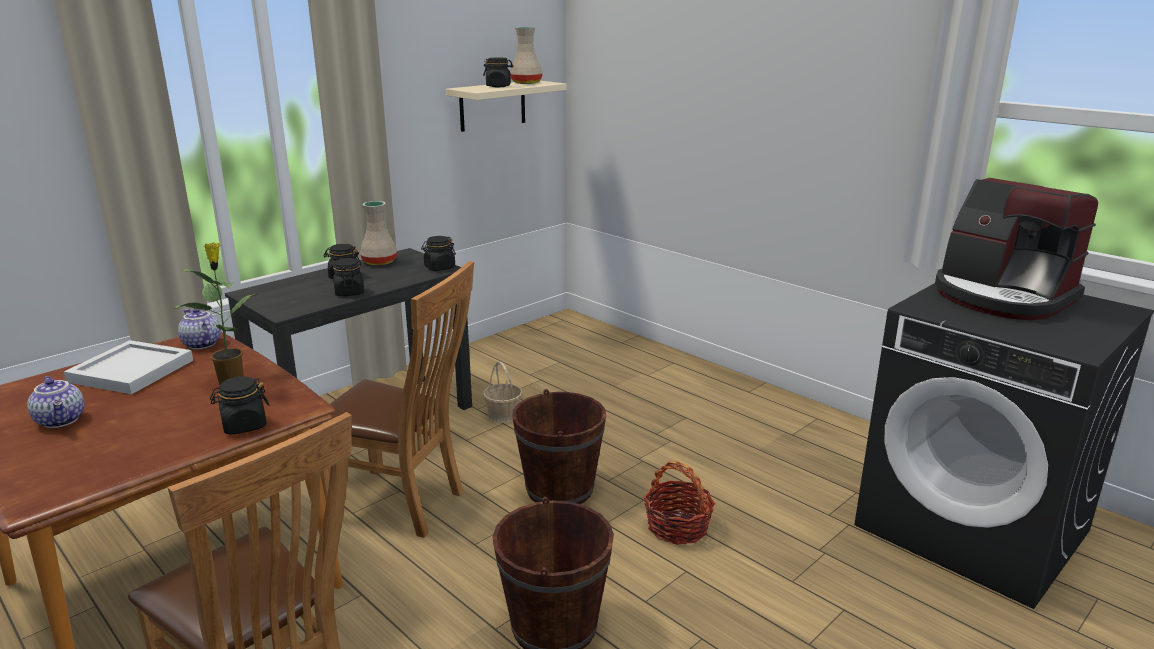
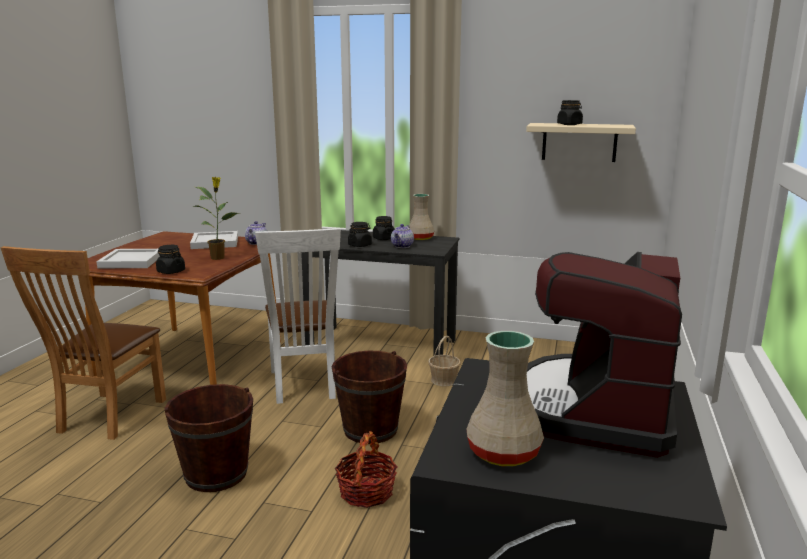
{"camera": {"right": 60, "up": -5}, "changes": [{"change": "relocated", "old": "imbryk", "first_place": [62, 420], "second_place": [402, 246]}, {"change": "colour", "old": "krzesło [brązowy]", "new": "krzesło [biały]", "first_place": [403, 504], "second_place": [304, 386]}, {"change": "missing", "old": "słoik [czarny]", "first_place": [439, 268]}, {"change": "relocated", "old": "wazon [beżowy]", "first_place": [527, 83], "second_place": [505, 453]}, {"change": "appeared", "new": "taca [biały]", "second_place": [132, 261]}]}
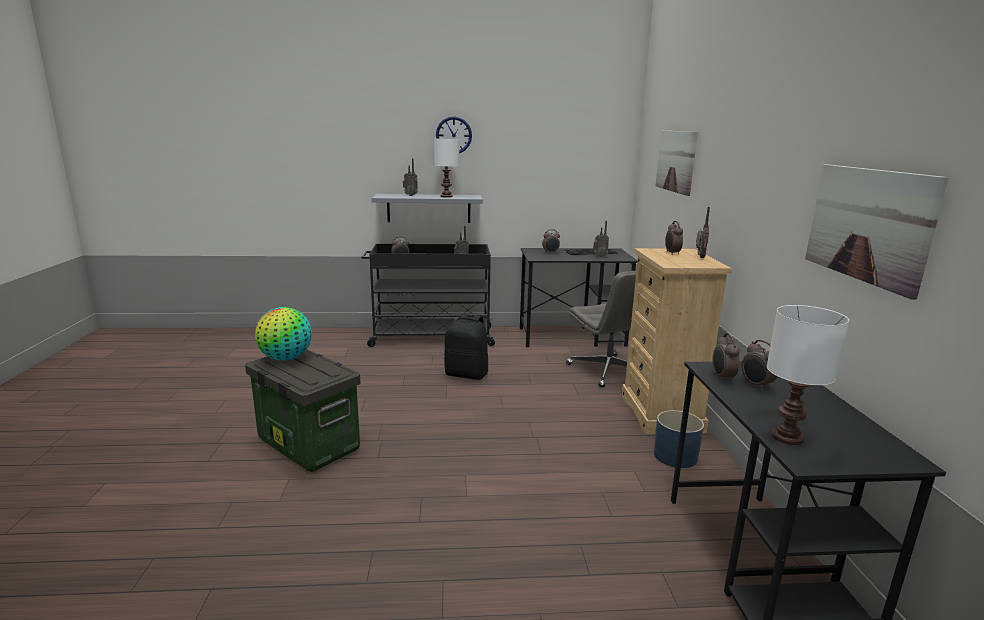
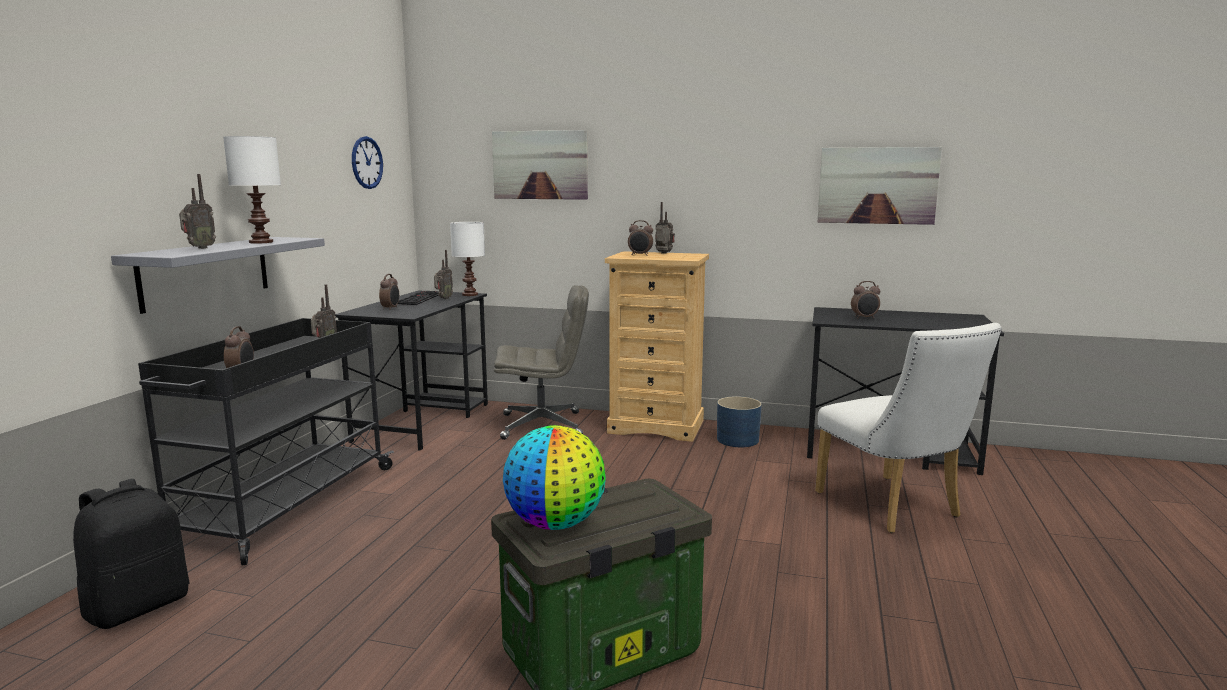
{"camera": {"right": -70, "up": -5}, "changes": [{"change": "relocated", "old": "zegar ścienny", "first_place": [453, 135], "second_place": [367, 162]}, {"change": "relocated", "old": "plecak [czarny]", "first_place": [467, 374], "second_place": [139, 606]}, {"change": "missing", "old": "budzik", "first_place": [722, 378]}, {"change": "relocated", "old": "lampa stołowa [biały]", "first_place": [788, 437], "second_place": [470, 294]}, {"change": "appeared", "new": "krzesło [biały]", "second_place": [894, 508]}]}
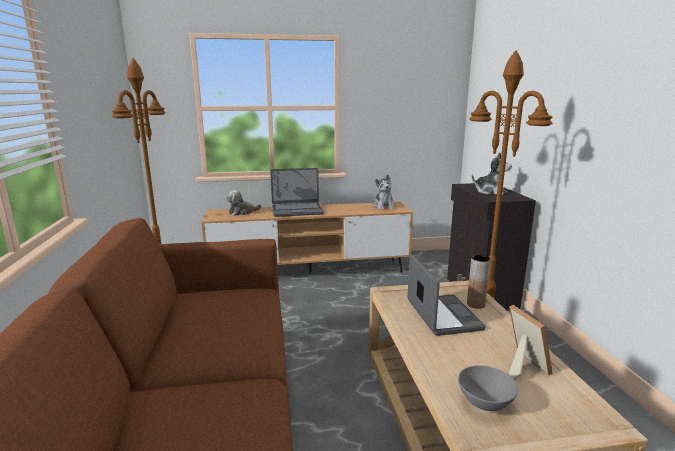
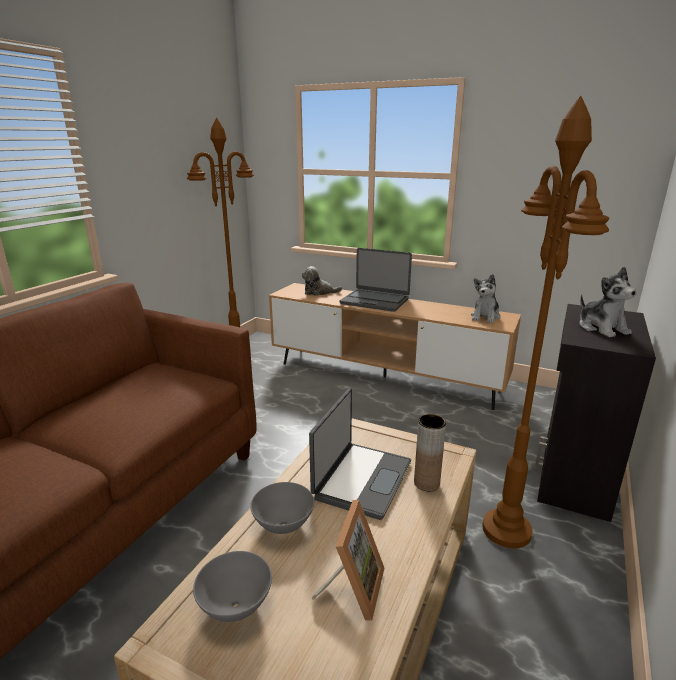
{"camera": {"right": 35, "up": 5}, "changes": [{"change": "appeared", "new": "miska [szary]", "second_place": [283, 525]}]}
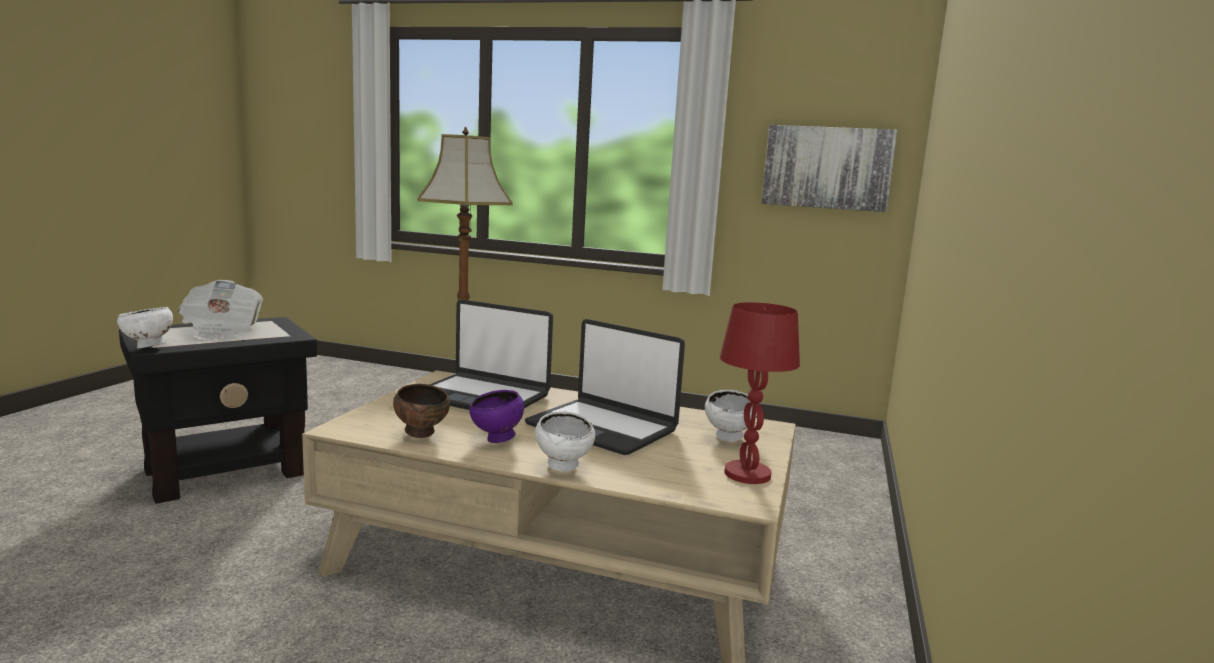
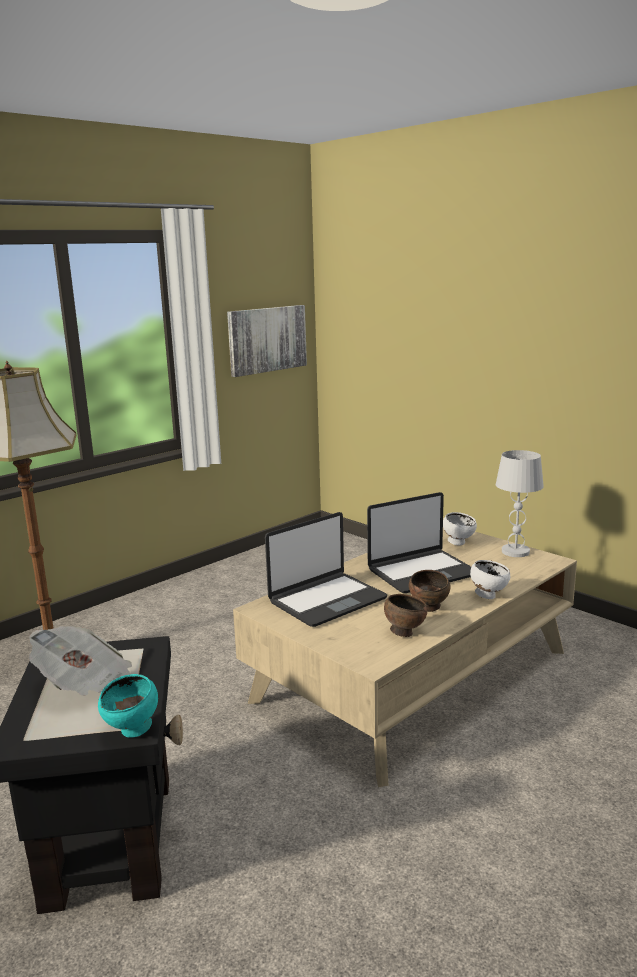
{"camera": {"right": -60, "up": 5}, "changes": [{"change": "colour", "old": "miska [biały]", "new": "miska [turkusowy]", "first_place": [147, 348], "second_place": [133, 731]}, {"change": "colour", "old": "miska [fioletowy]", "new": "miska [brązowy]", "first_place": [496, 440], "second_place": [429, 608]}, {"change": "colour", "old": "lampa stołowa [czerwony]", "new": "lampa stołowa [biały]", "first_place": [746, 474], "second_place": [515, 552]}]}
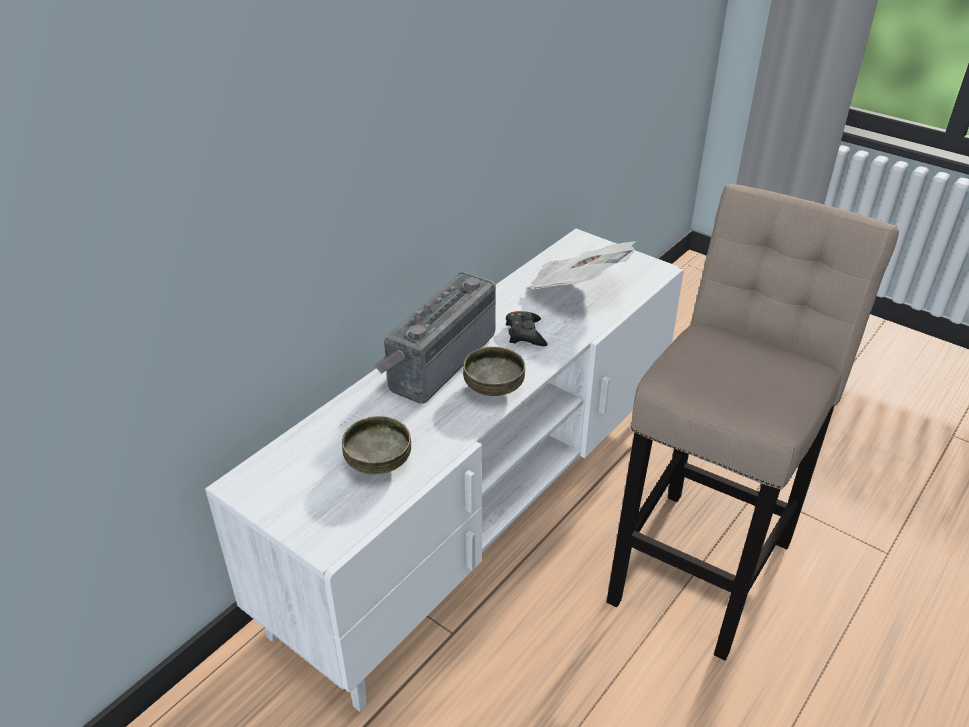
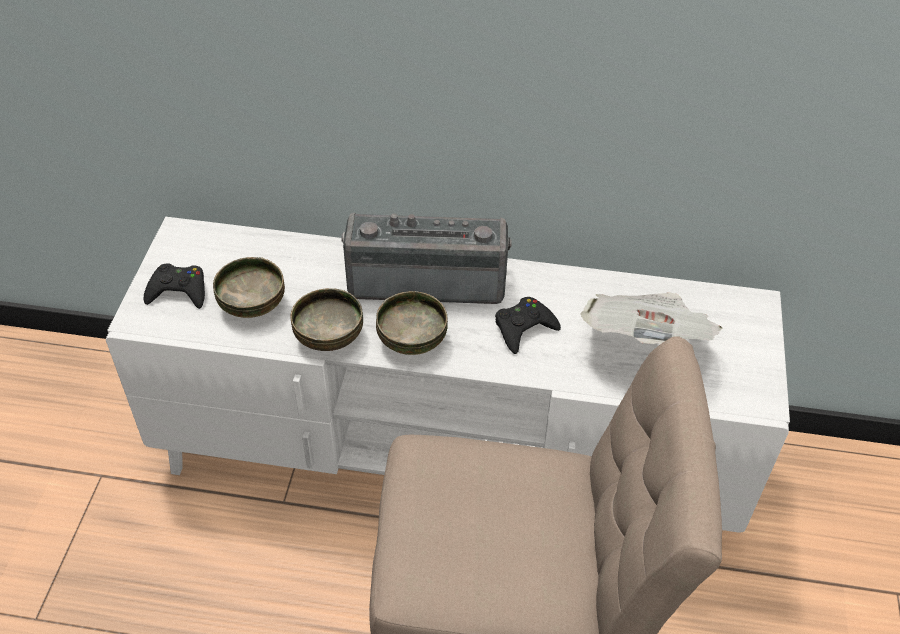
{"camera": {"right": 60, "up": 10}, "changes": [{"change": "appeared", "new": "pad do gier [czarny]", "second_place": [178, 291]}, {"change": "appeared", "new": "miska", "second_place": [329, 337]}]}
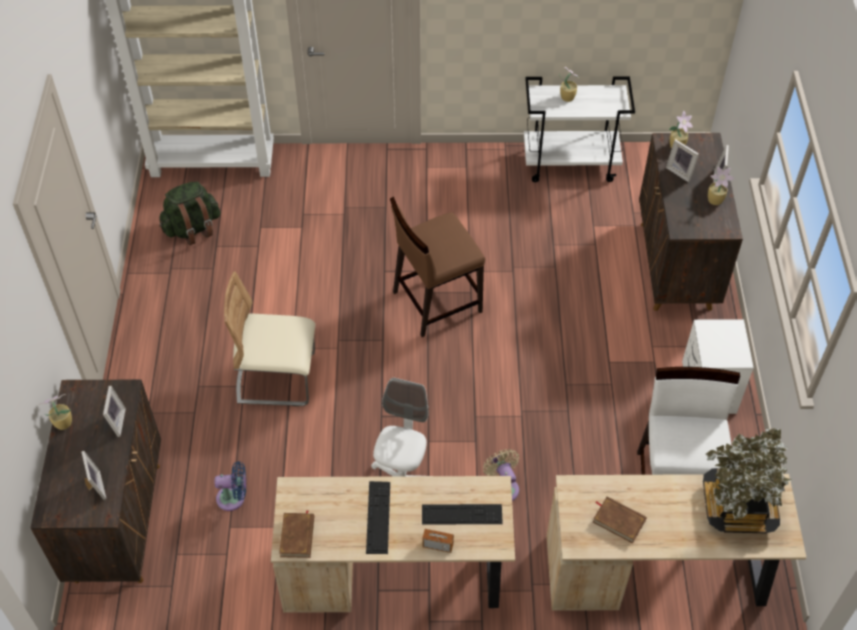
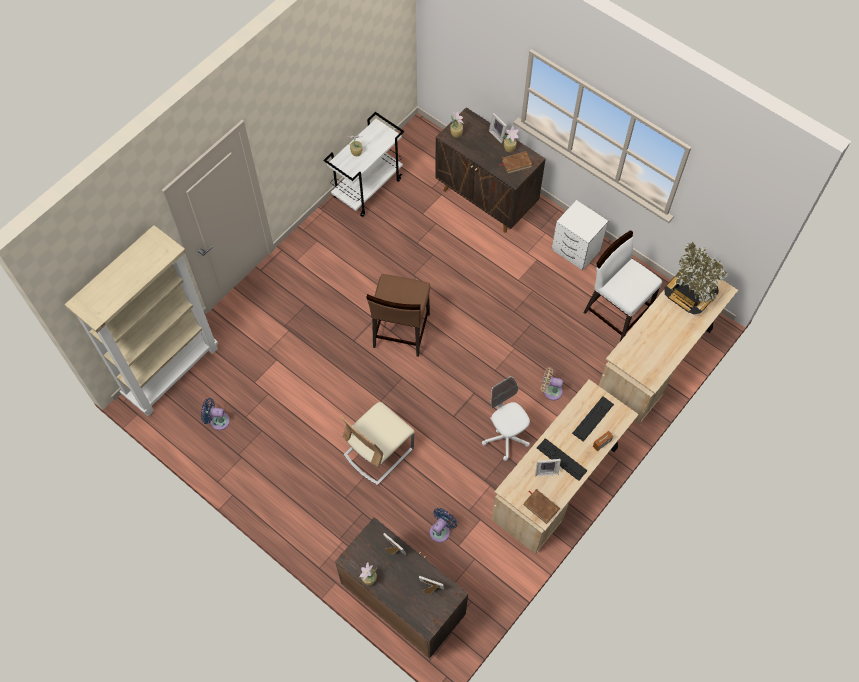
{"camera": {"right": -50, "up": 10}, "changes": [{"change": "exchanged", "old": "plecak [zielony]", "new": "wentylator [niebieski]", "first_place": [192, 229], "second_place": [218, 420]}, {"change": "relocated", "old": "książka [brązowy]", "first_place": [619, 520], "second_place": [516, 163]}, {"change": "relocated", "old": "ramka na zdjęcie", "first_place": [680, 171], "second_place": [546, 470]}]}
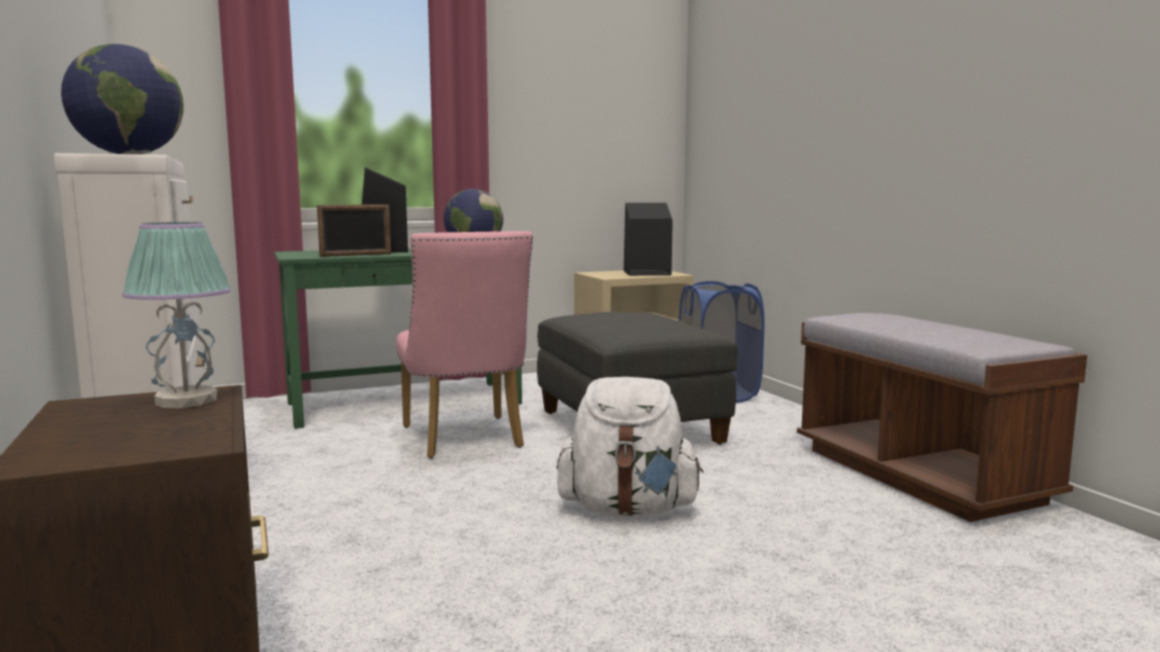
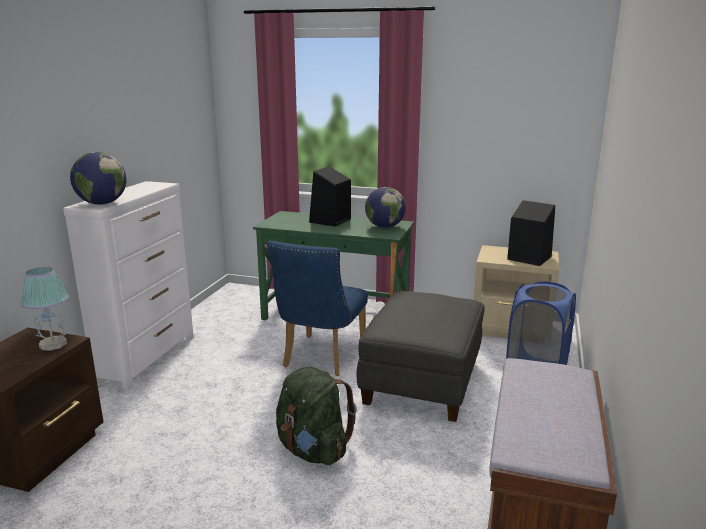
{"camera": {"right": 40, "up": 10}, "changes": [{"change": "missing", "old": "ramka na zdjęcie", "first_place": [356, 255]}, {"change": "colour", "old": "krzesło [różowy]", "new": "krzesło [niebieski]", "first_place": [465, 440], "second_place": [320, 358]}, {"change": "colour", "old": "plecak [biały]", "new": "plecak [zielony]", "first_place": [628, 509], "second_place": [313, 450]}]}
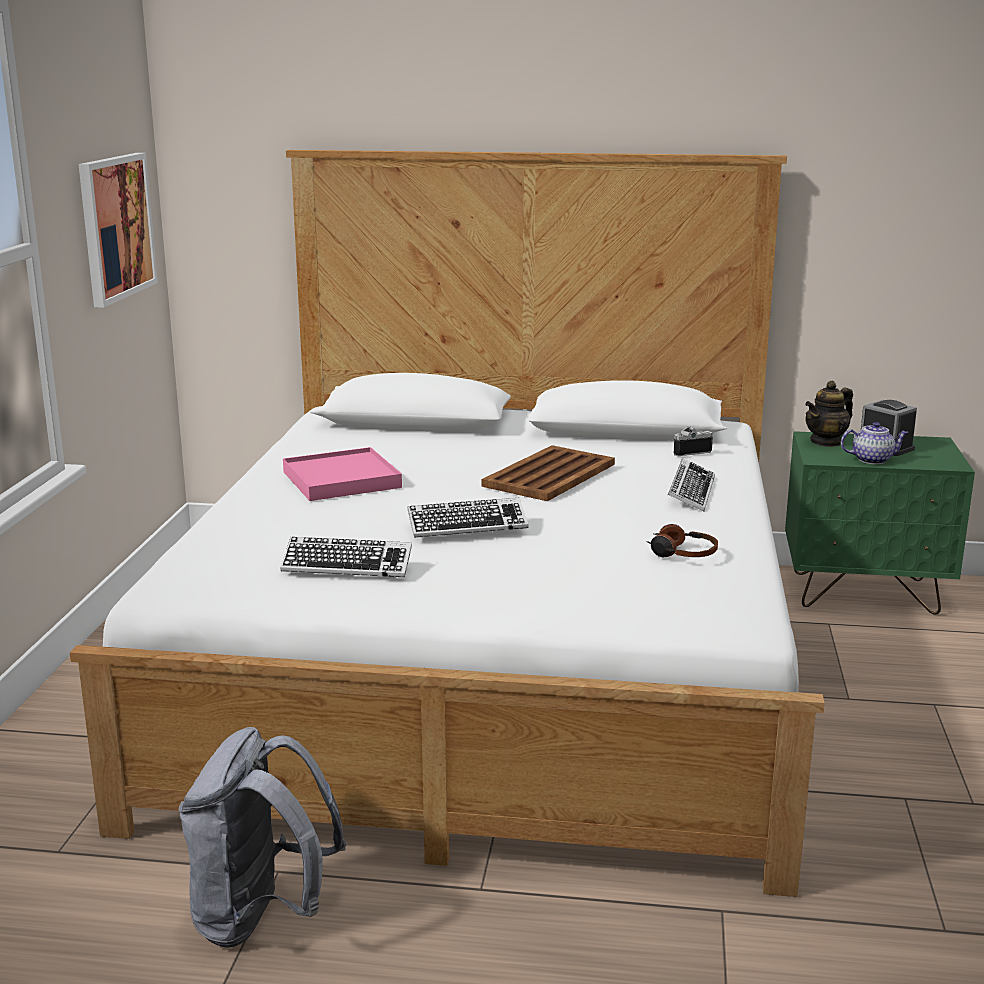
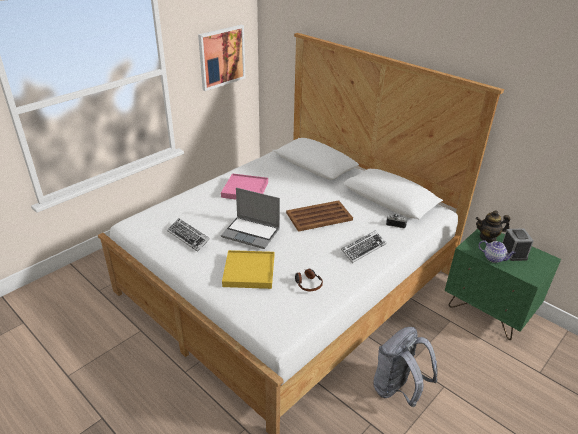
{"camera": {"right": 35, "up": 15}, "changes": [{"change": "relocated", "old": "plecak [szary]", "first_place": [261, 918], "second_place": [398, 390]}, {"change": "exchanged", "old": "klawiatura", "new": "laptop", "first_place": [467, 525], "second_place": [252, 233]}, {"change": "appeared", "new": "taca [żółty]", "second_place": [249, 271]}]}
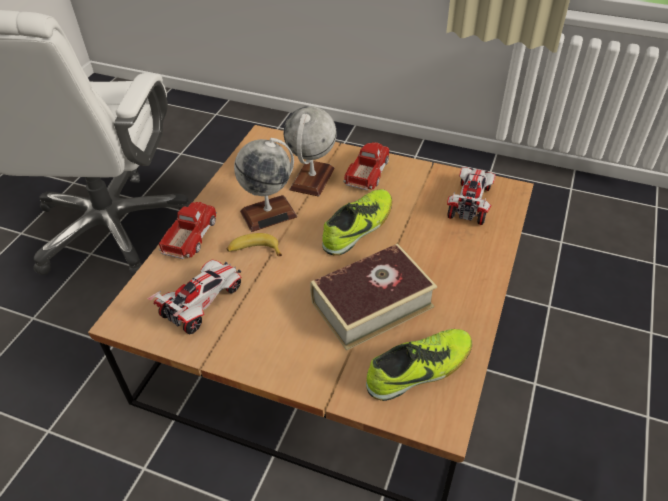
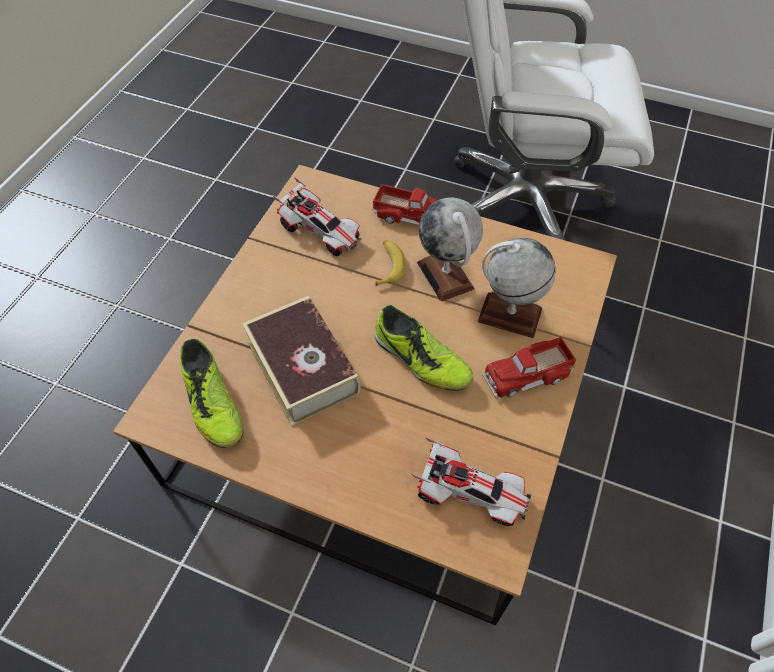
{"camera": {"right": 90, "up": 10}, "changes": [{"change": "spun", "old": "ciężarówka zabawkowa", "first_place": [367, 173], "second_place": [526, 374], "degrees": 135}]}
